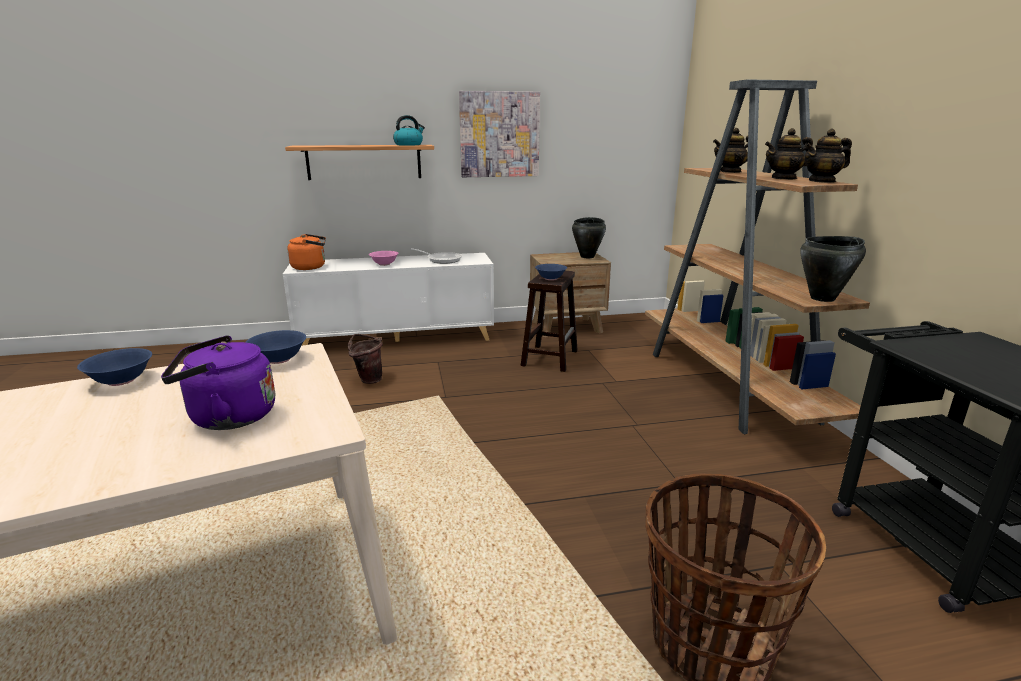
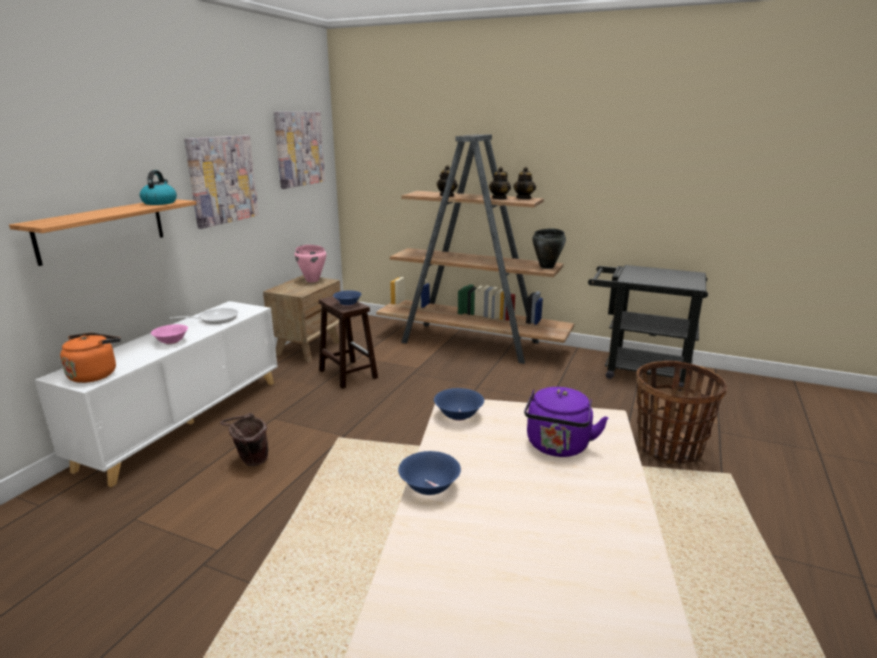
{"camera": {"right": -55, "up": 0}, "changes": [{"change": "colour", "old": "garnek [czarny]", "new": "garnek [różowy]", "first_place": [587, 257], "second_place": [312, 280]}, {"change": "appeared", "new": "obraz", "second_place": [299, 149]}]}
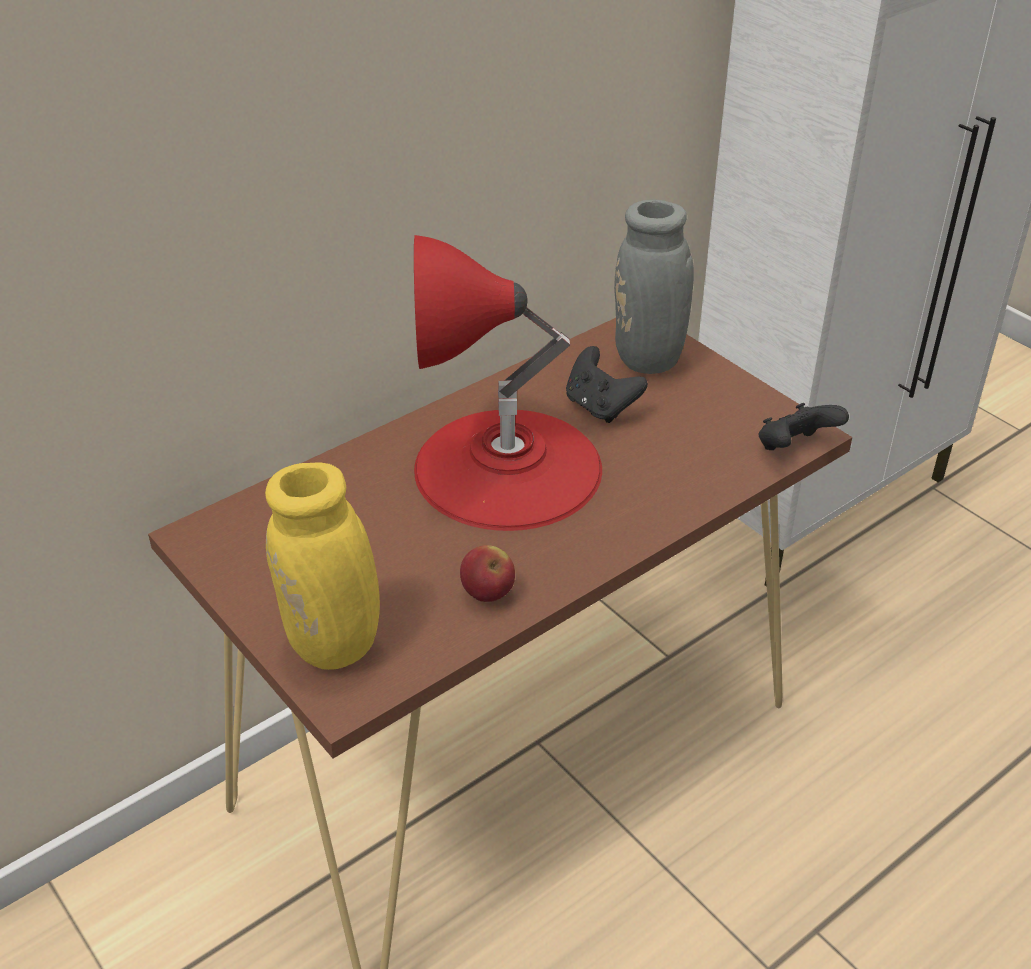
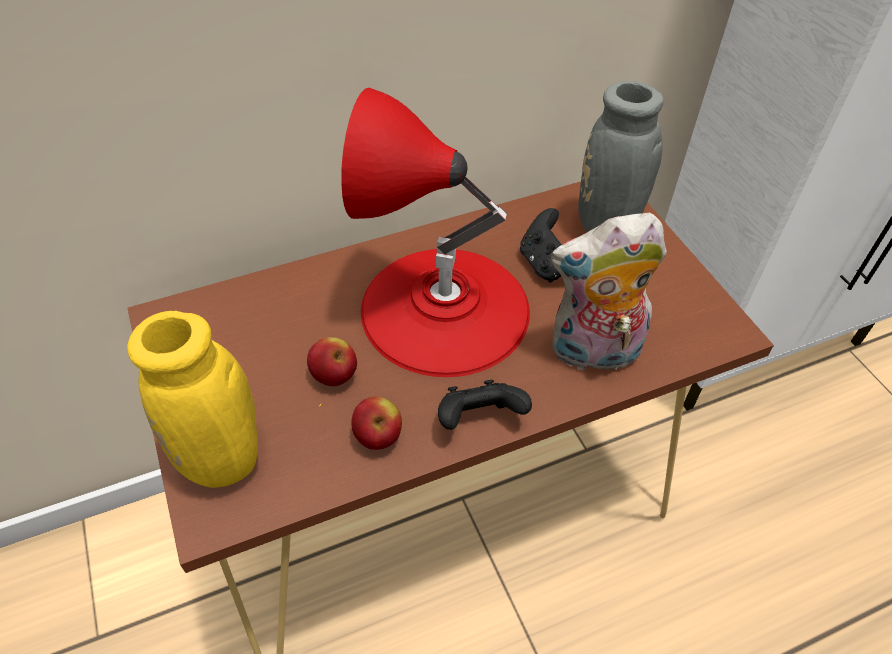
{"camera": {"right": 15, "up": 10}, "changes": [{"change": "relocated", "old": "pad do gier [czarny]", "first_place": [794, 448], "second_place": [479, 419]}, {"change": "appeared", "new": "jabłko", "second_place": [334, 376]}, {"change": "appeared", "new": "pluszak", "second_place": [593, 353]}]}
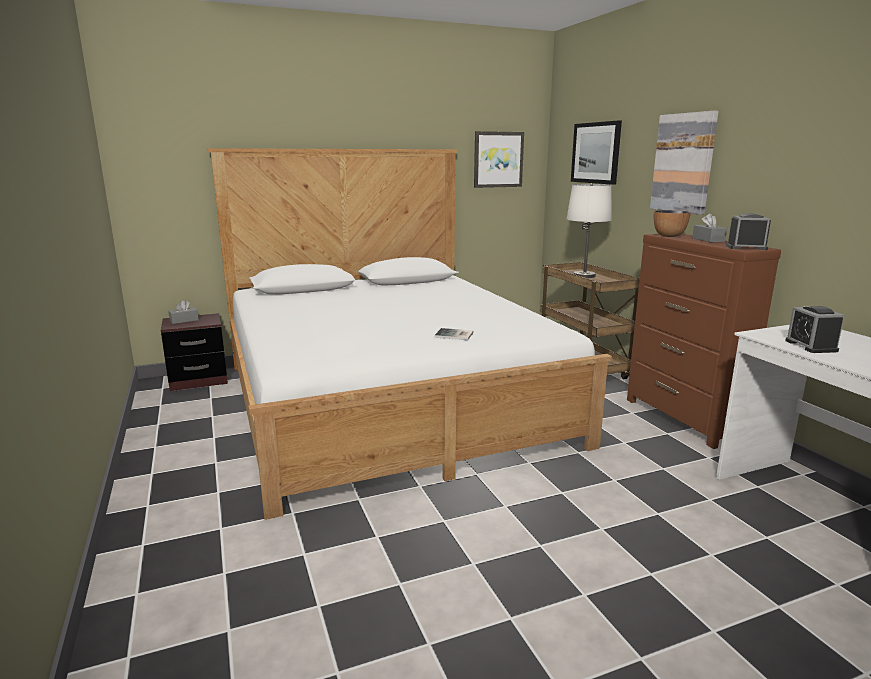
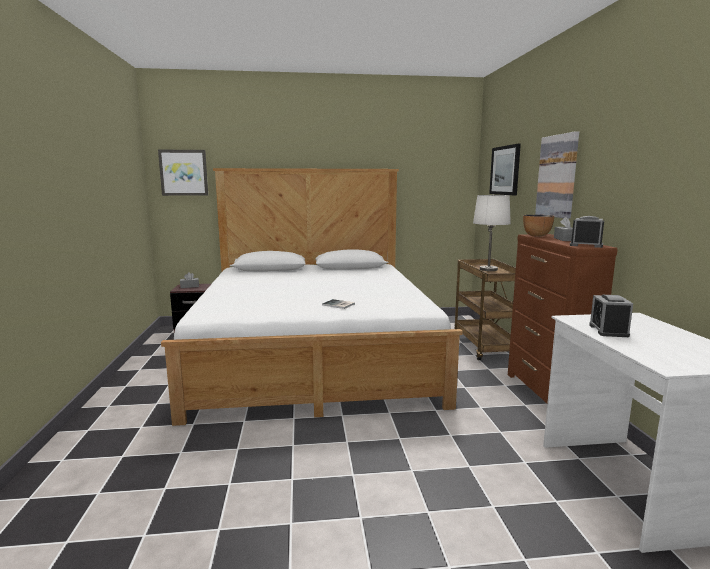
{"camera": {"right": 15, "up": -5}, "changes": [{"change": "relocated", "old": "obraz", "first_place": [498, 159], "second_place": [184, 172]}]}
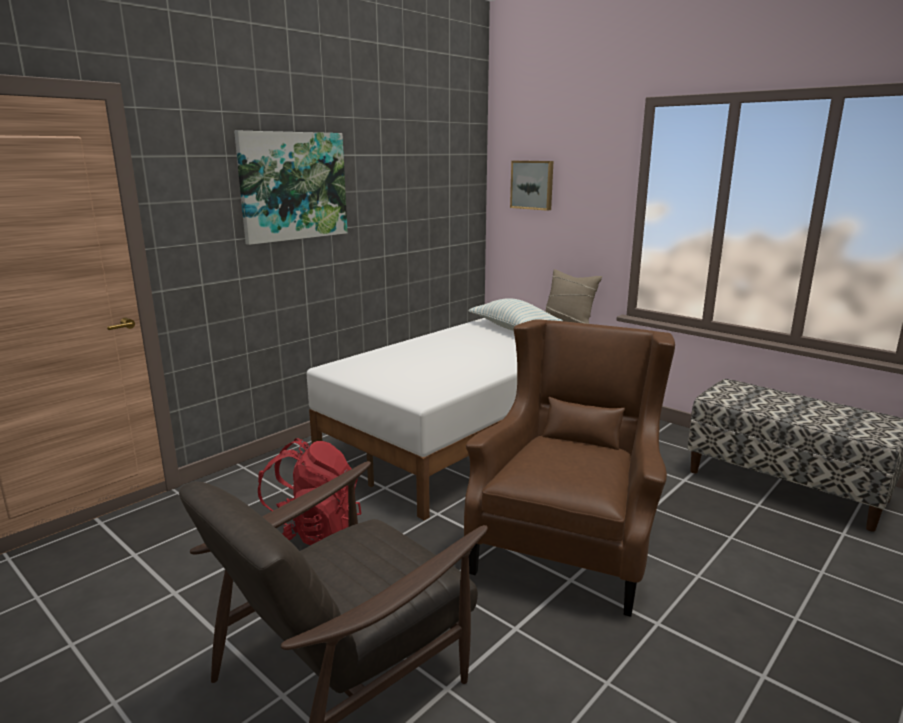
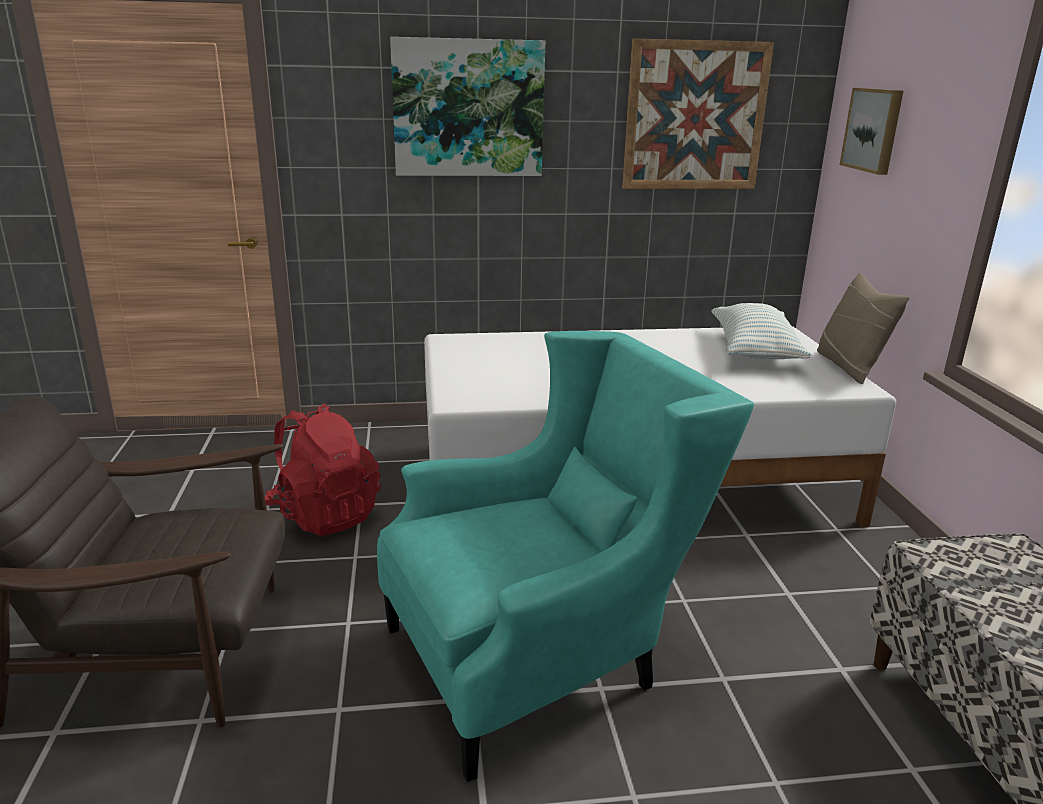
{"camera": {"right": 40, "up": 5}, "changes": [{"change": "colour", "old": "fotel [brązowy]", "new": "fotel [turkusowy]", "first_place": [568, 542], "second_place": [541, 657]}, {"change": "appeared", "new": "obraz", "second_place": [695, 116]}]}
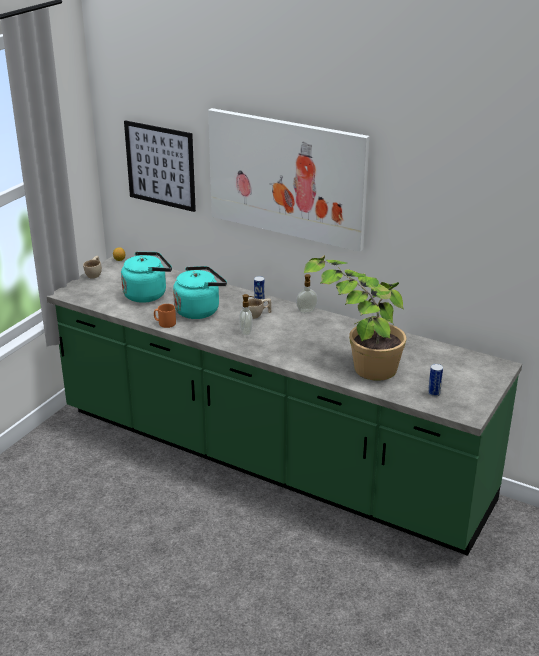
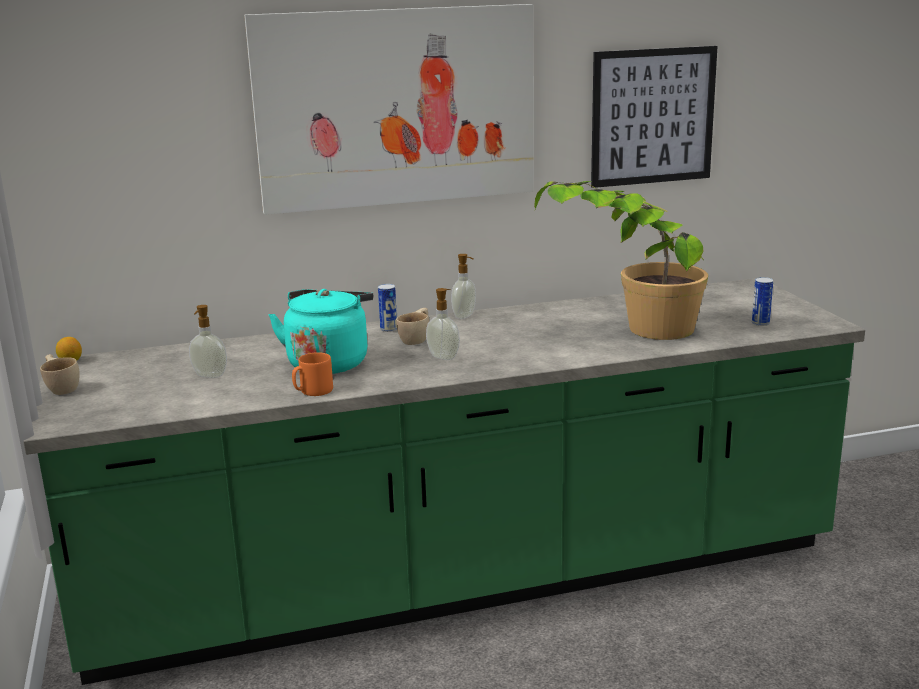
{"camera": {"right": -45, "up": -10}, "changes": [{"change": "exchanged", "old": "czajnik [turkusowy]", "new": "dozownik mydła", "first_place": [147, 294], "second_place": [209, 376]}, {"change": "relocated", "old": "obraz", "first_place": [160, 165], "second_place": [653, 116]}]}
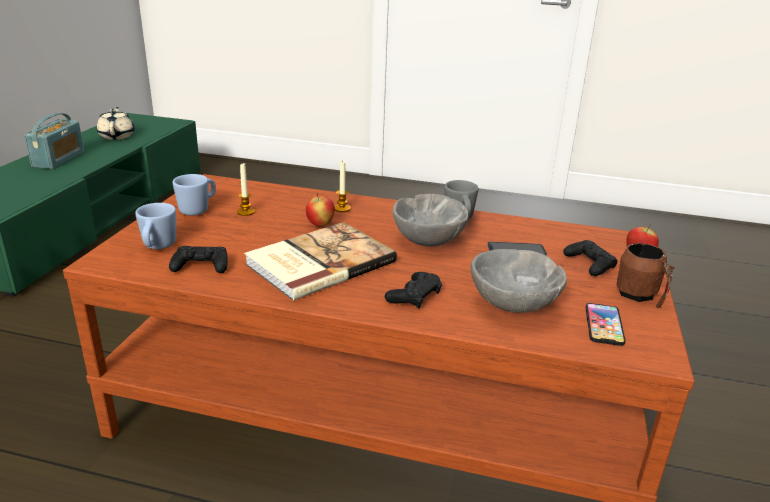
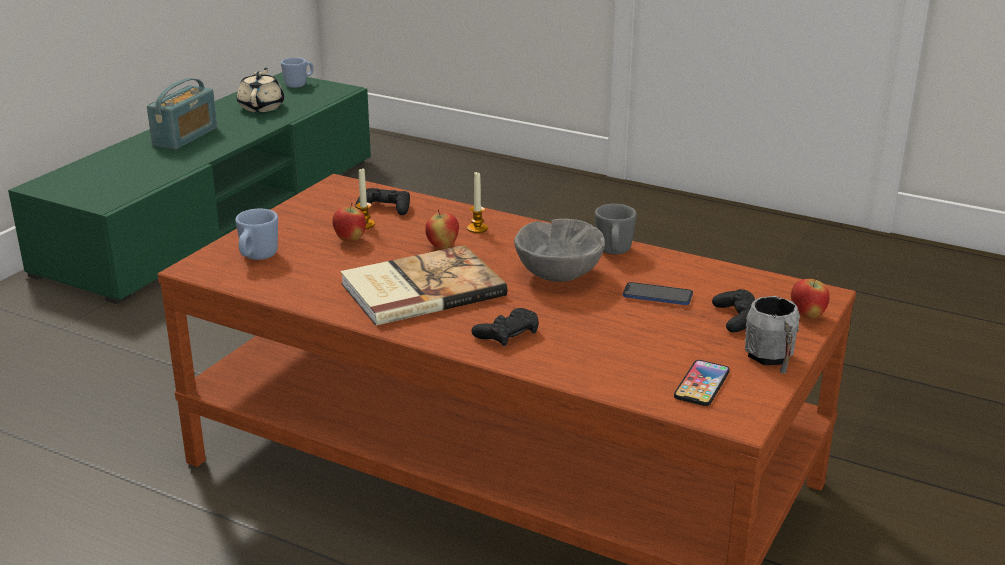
{"camera": {"right": 15, "up": 0}, "changes": [{"change": "relocated", "old": "pad do gier [czarny]", "first_place": [201, 266], "second_place": [385, 208]}, {"change": "relocated", "old": "kubek [niebieski]", "first_place": [198, 209], "second_place": [299, 84]}, {"change": "missing", "old": "miska [szary]", "first_place": [514, 304]}, {"change": "colour", "old": "kubek [brązowy]", "new": "kubek [szary]", "first_place": [640, 296], "second_place": [771, 359]}, {"change": "appeared", "new": "jabłko", "second_place": [350, 240]}]}
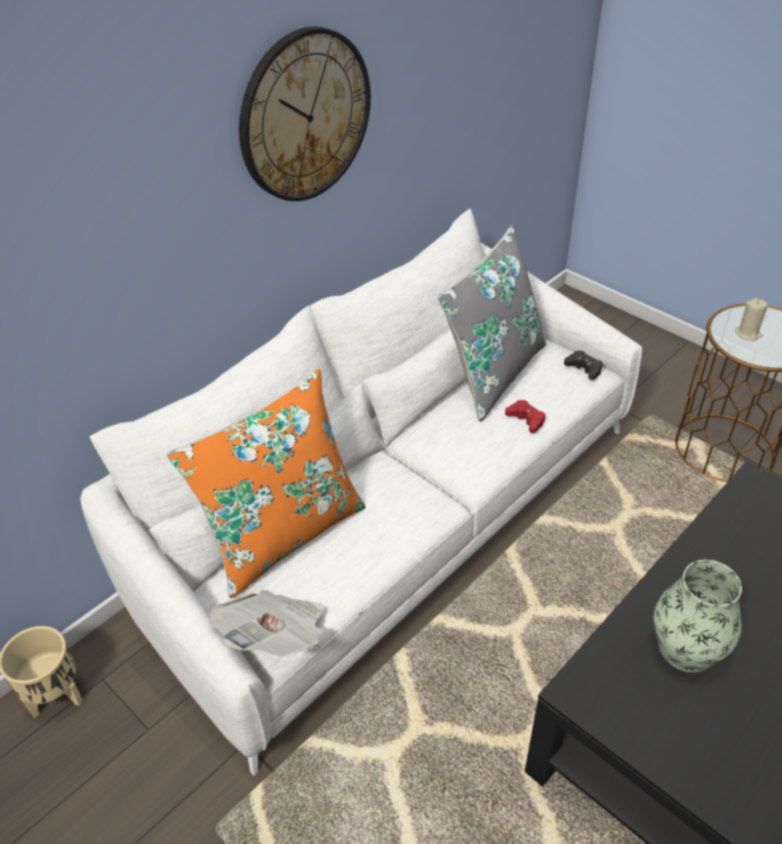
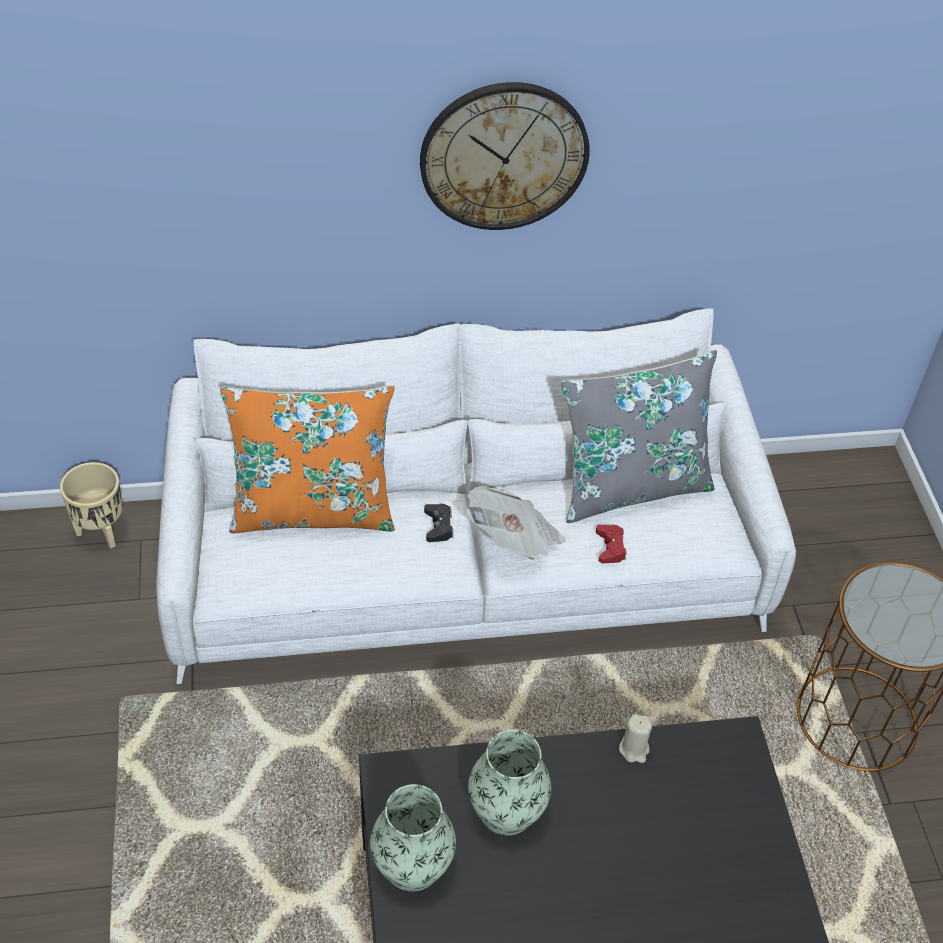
{"camera": {"right": 35, "up": 5}, "changes": [{"change": "relocated", "old": "gazeta", "first_place": [276, 637], "second_place": [514, 540]}, {"change": "relocated", "old": "pad do gier [czarny]", "first_place": [584, 368], "second_place": [438, 526]}, {"change": "relocated", "old": "świeca [beżowy]", "first_place": [748, 333], "second_place": [634, 749]}, {"change": "appeared", "new": "wazon", "second_place": [412, 864]}]}
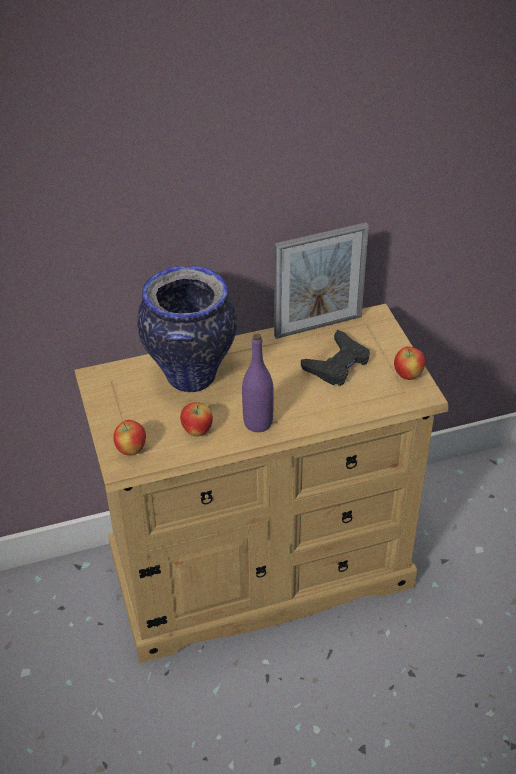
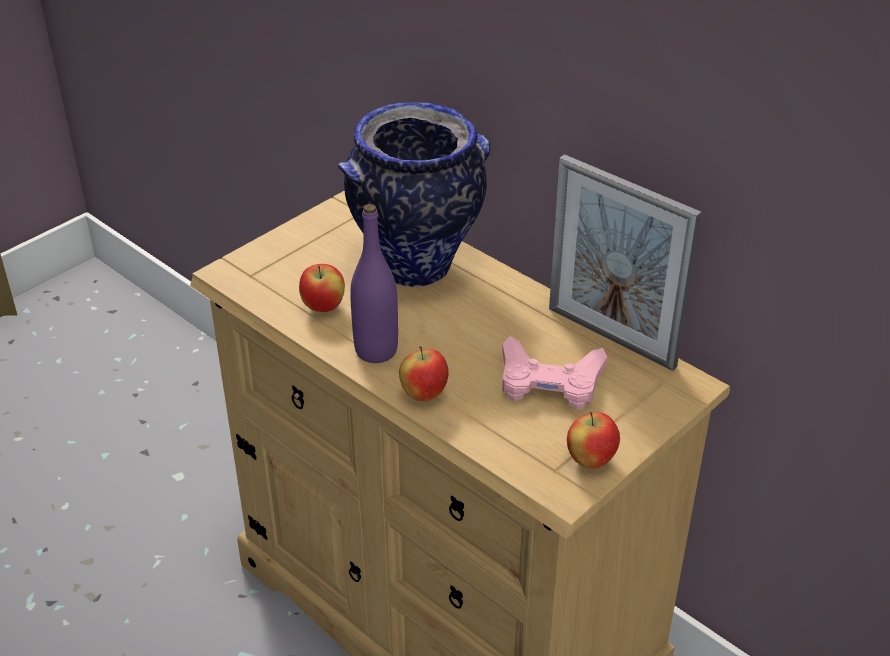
{"camera": {"right": 60, "up": -5}, "changes": [{"change": "relocated", "old": "jabłko", "first_place": [131, 450], "second_place": [424, 395]}, {"change": "colour", "old": "pad do gier [czarny]", "new": "pad do gier [różowy]", "first_place": [337, 364], "second_place": [549, 381]}]}
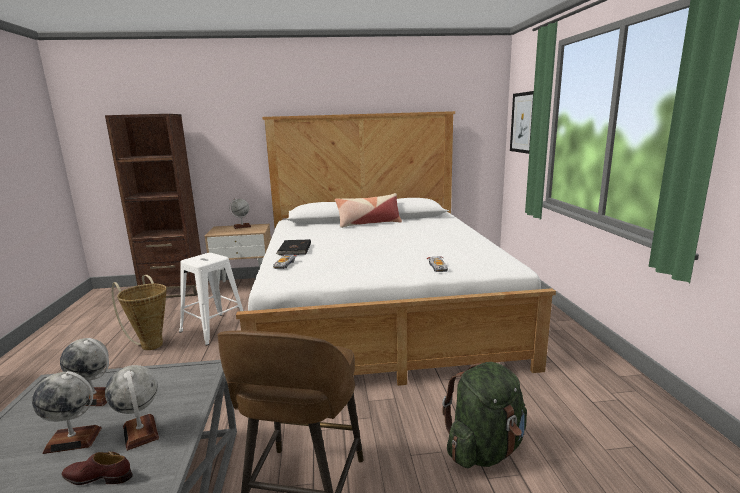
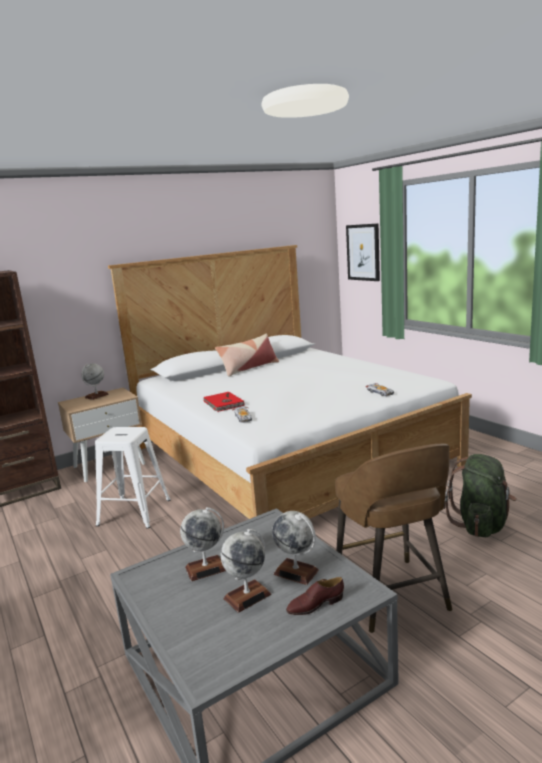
{"camera": {"right": -25, "up": 0}, "changes": [{"change": "missing", "old": "koszyk", "first_place": [150, 344]}, {"change": "colour", "old": "książka [czarny]", "new": "książka [czerwony]", "first_place": [294, 249], "second_place": [223, 404]}]}
